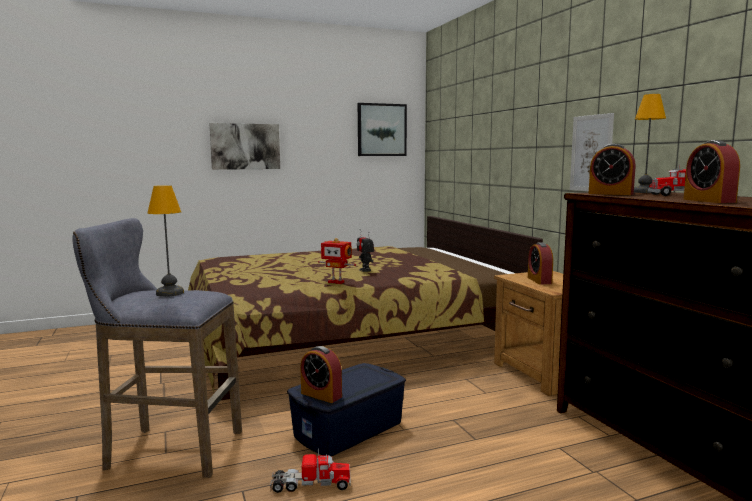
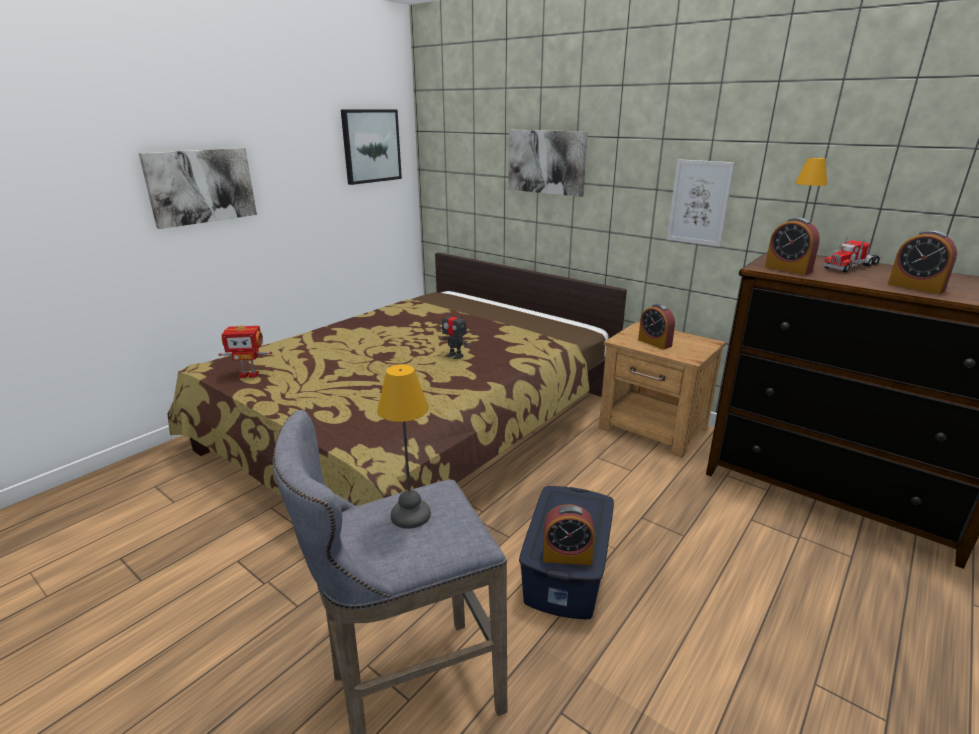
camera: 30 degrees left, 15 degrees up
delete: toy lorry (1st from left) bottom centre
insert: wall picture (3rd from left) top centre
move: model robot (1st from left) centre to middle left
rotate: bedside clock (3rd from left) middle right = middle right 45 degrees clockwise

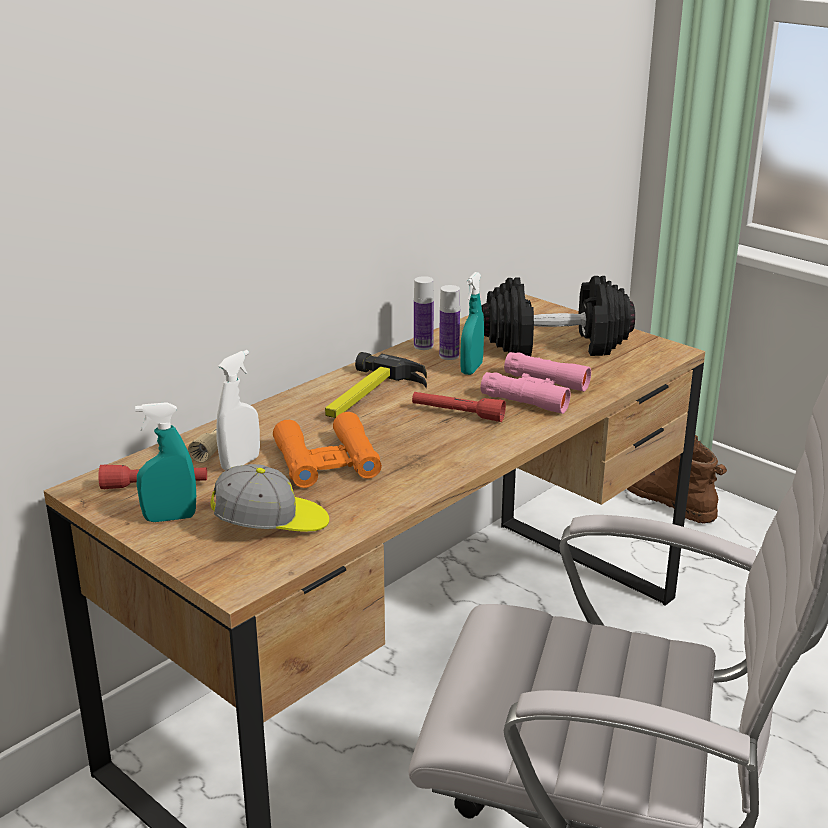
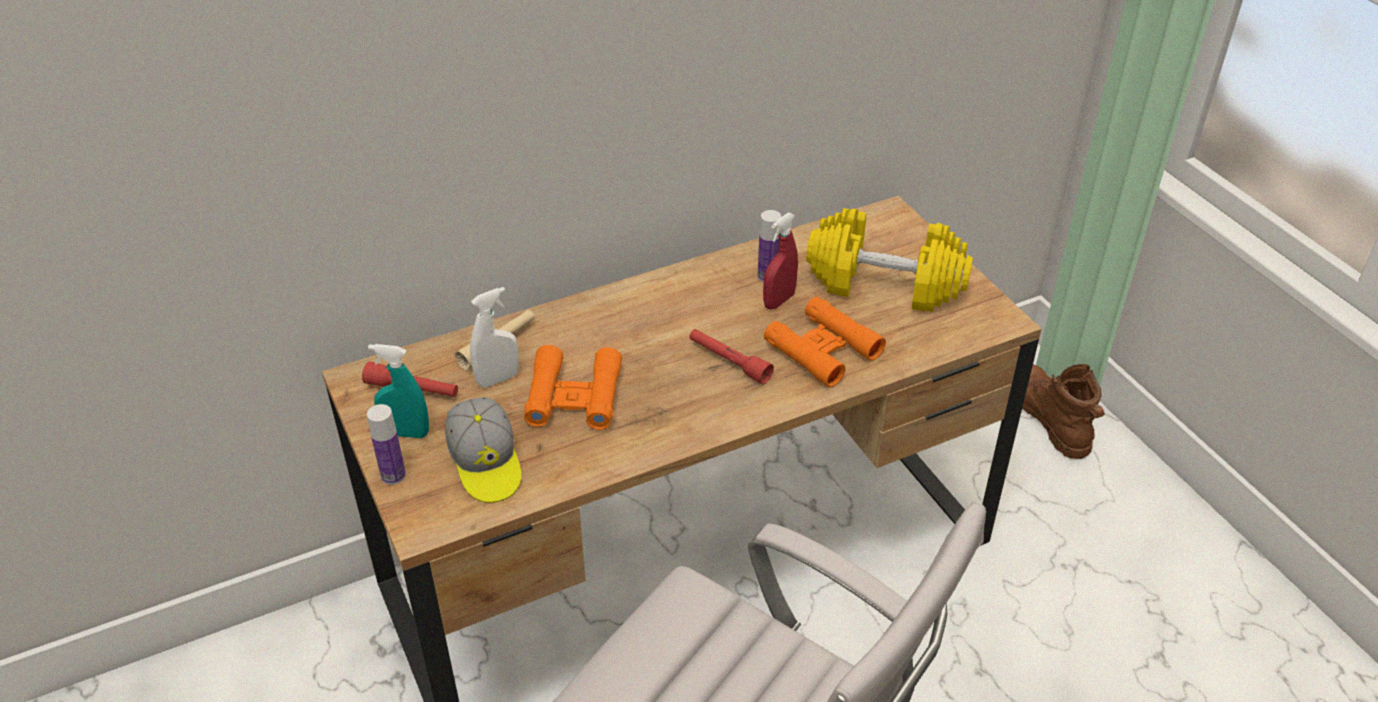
camera: 20 degrees right, 15 degrees up
delete: tool hammer centre
move: beverage bottle (1st from left) centre to middle left
recolor: hand sprayer/turquoise-coloured (2nd from left) centre to hand sprayer/red-coloured centre; dumbbell/black middle right to dumbbell/yellow-coloured centre; pair of binoculars/pinkish centre to pair of binoculars/orangey (2nd from left) centre
rotate: peaked cap middle left = centre 60 degrees clockwise

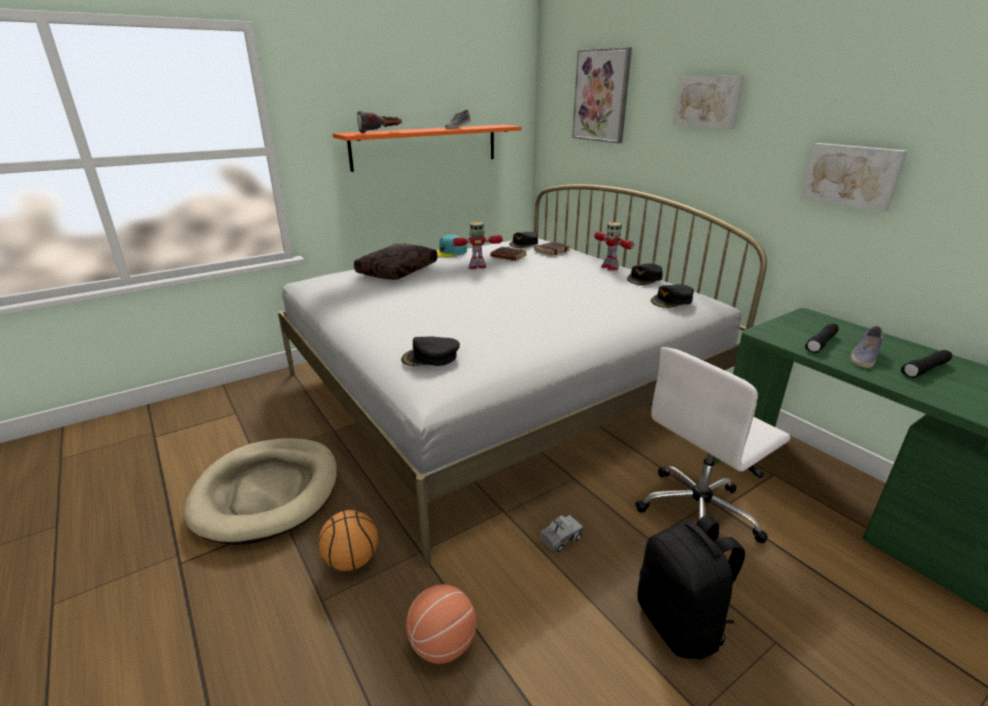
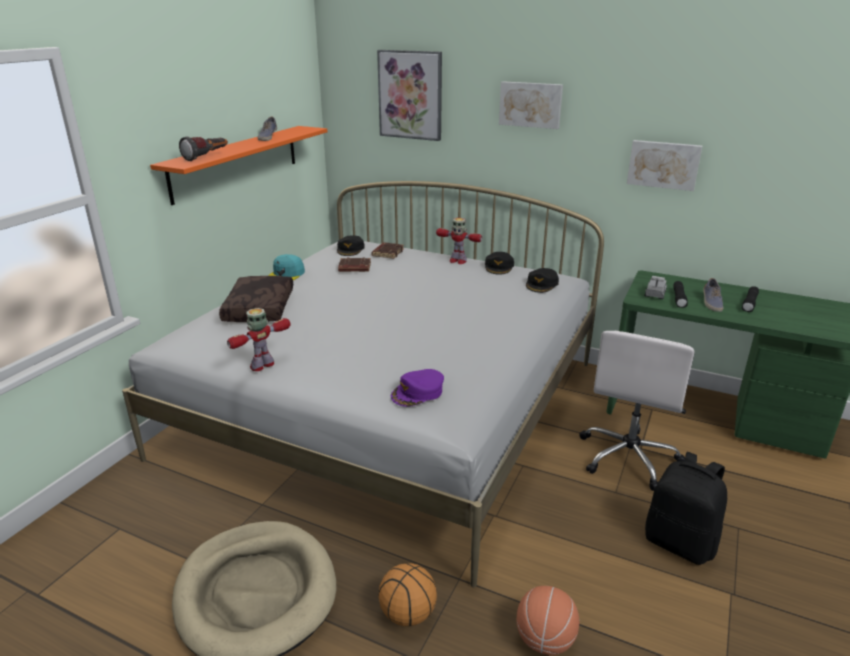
camera: 30 degrees left, 0 degrees up
move: model robot (1st from left) centre to middle left; toy lorry bottom centre to middle right
recolor: peaked cap/black (1st from left) centre to peaked cap/purplish centre

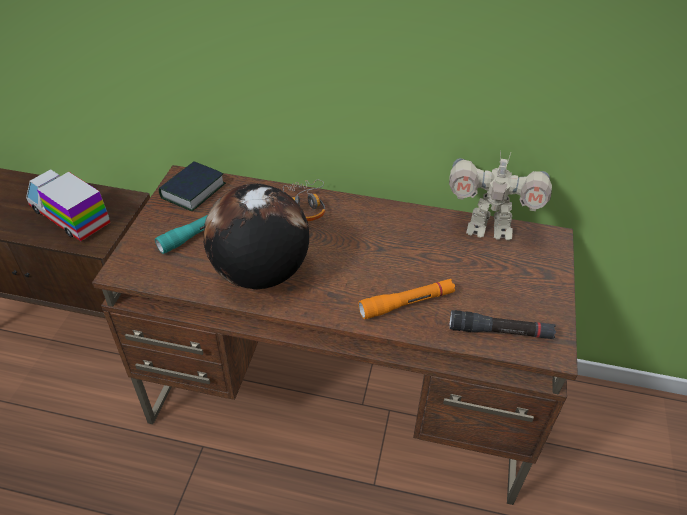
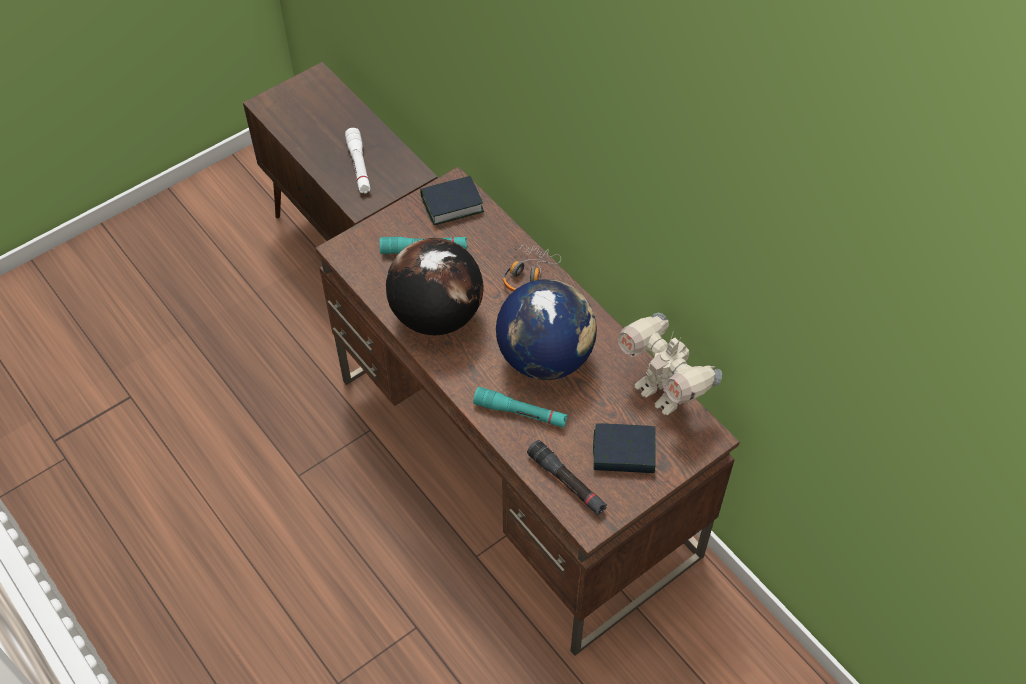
camera: 40 degrees right, 10 degrees up
insert: globe (2nd from left) centre; volume (2nd from left) centre
replace: toy lorry middle left to hand torch/whitish top centre
recolor: hand torch/orangey centre to hand torch/turquoise-coloured (2nd from left) centre

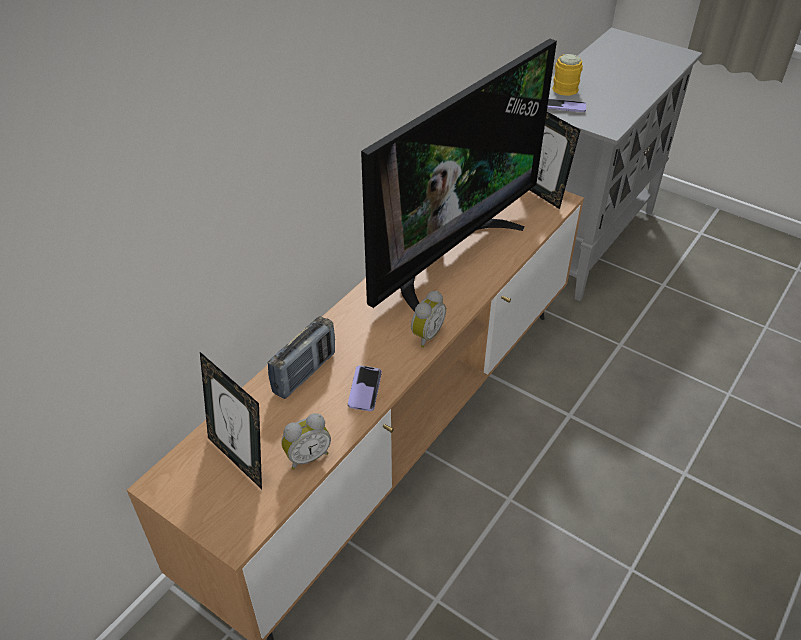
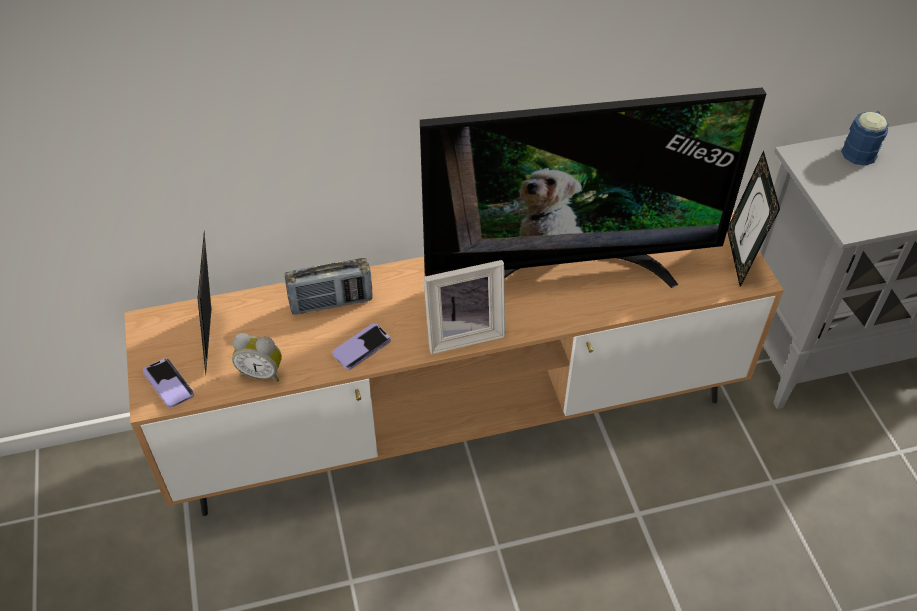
camera: 40 degrees right, 5 degrees up
move: phone (2nd from left in the first image) top right to phone (1st from left) middle left
replace: bedside clock (2nd from left) centre to photo frame (2nd from left) centre
recolor: mug/yellow-coloured top right to mug/blue-coloured top right

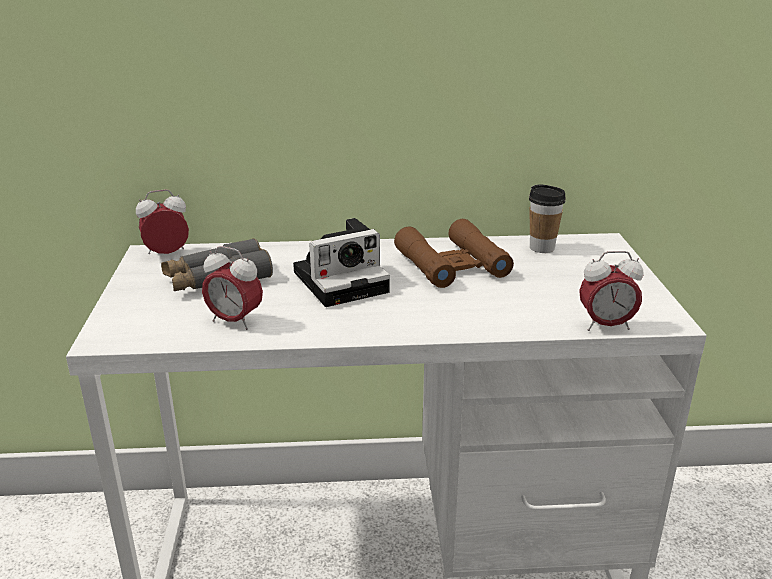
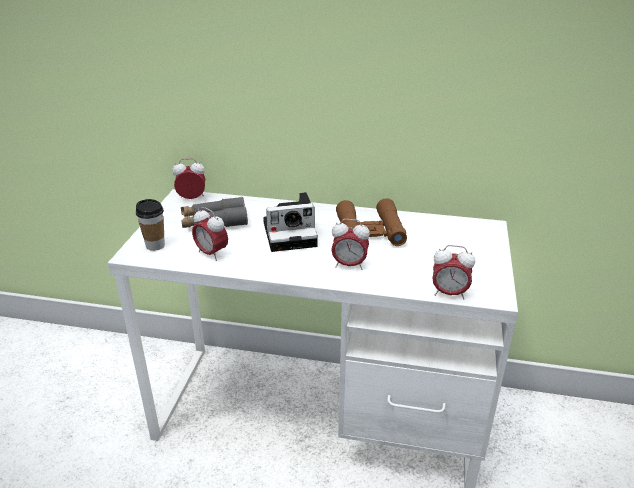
camera: 15 degrees right, 5 degrees up
insert: bedside clock (3rd from left) centre
move: small cup middle right to middle left

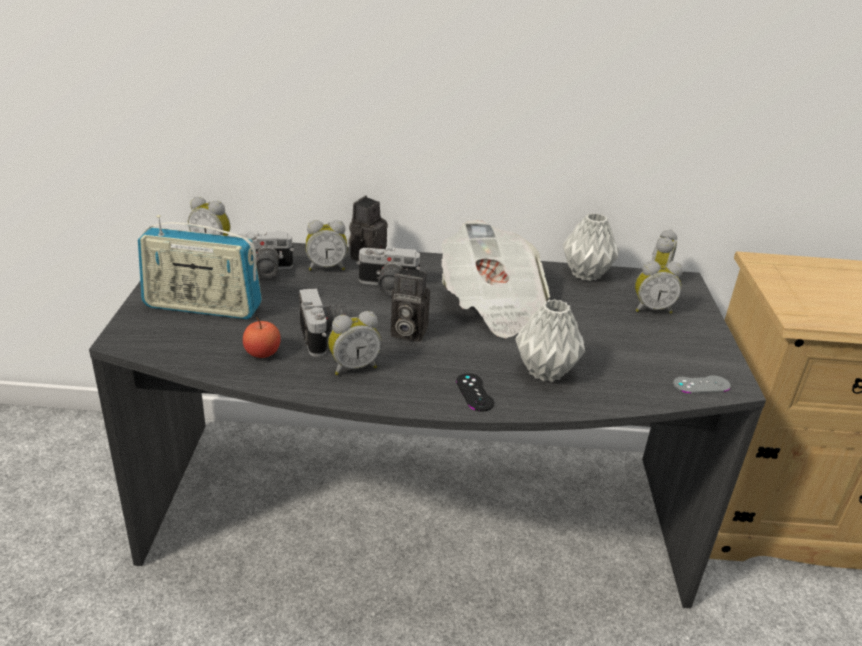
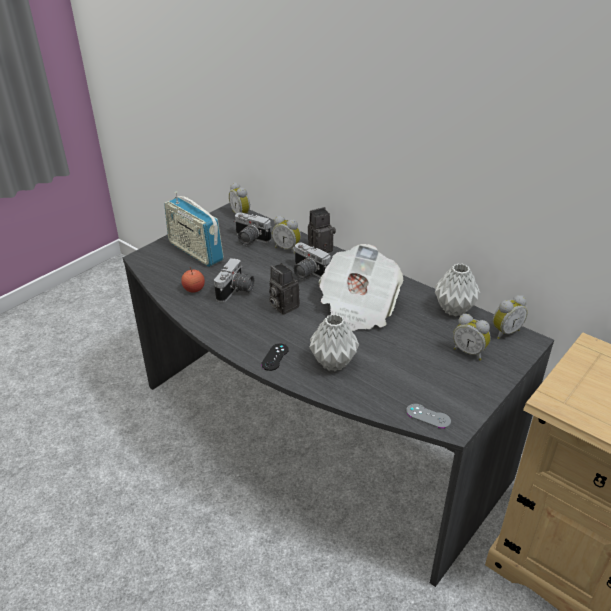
camera: 40 degrees right, 5 degrees up
delete: bedside clock (3rd from left) centre

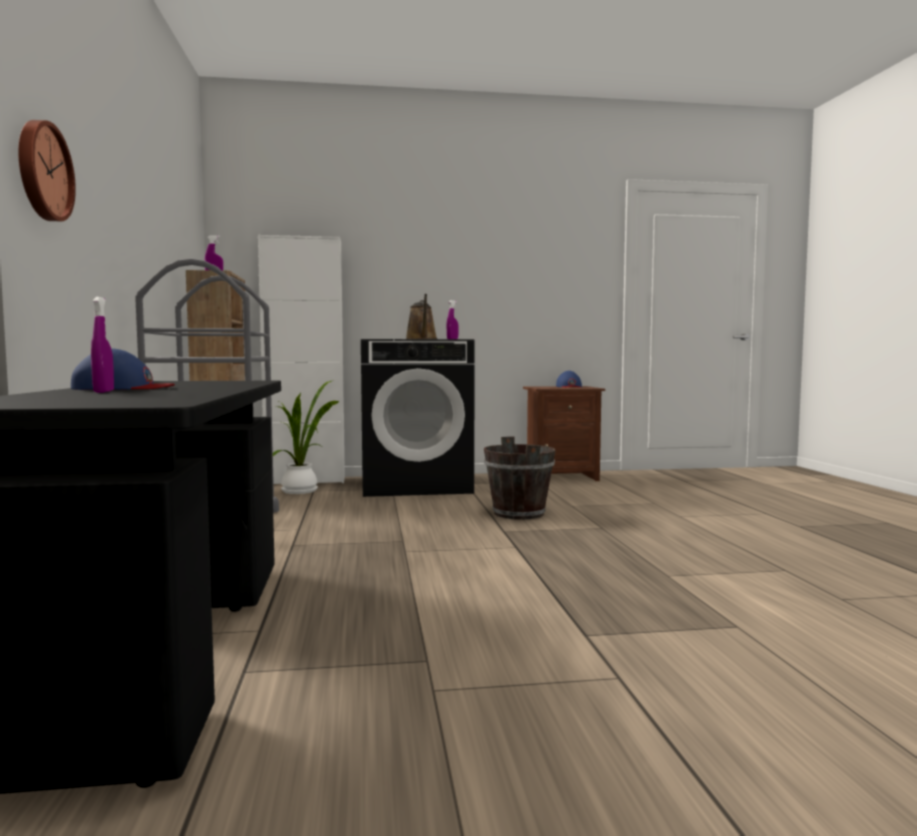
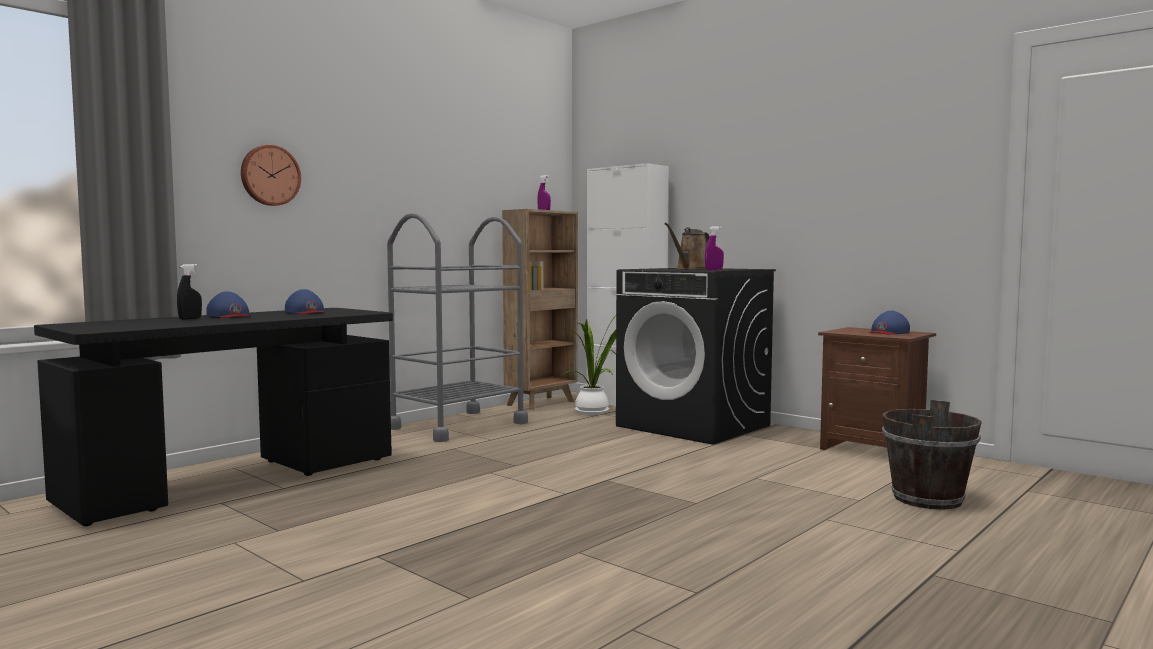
camera: 50 degrees right, 0 degrees up
insert: peaked cap/blue-coloured (2nd from left) middle left
move: bucket/brownish centre to bottom right
recolor: hand sprayer/purplish (1st from left) middle left to hand sprayer/black middle left

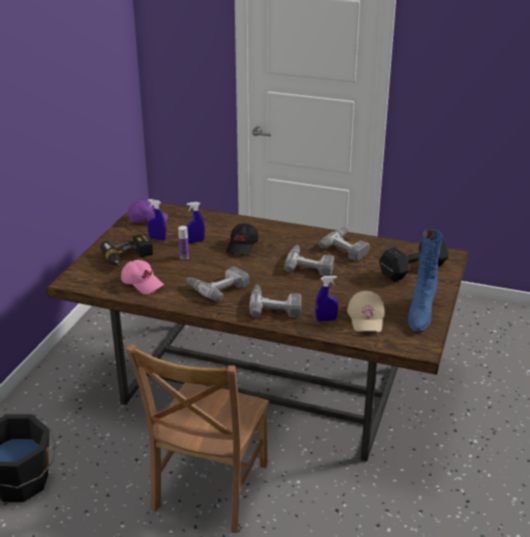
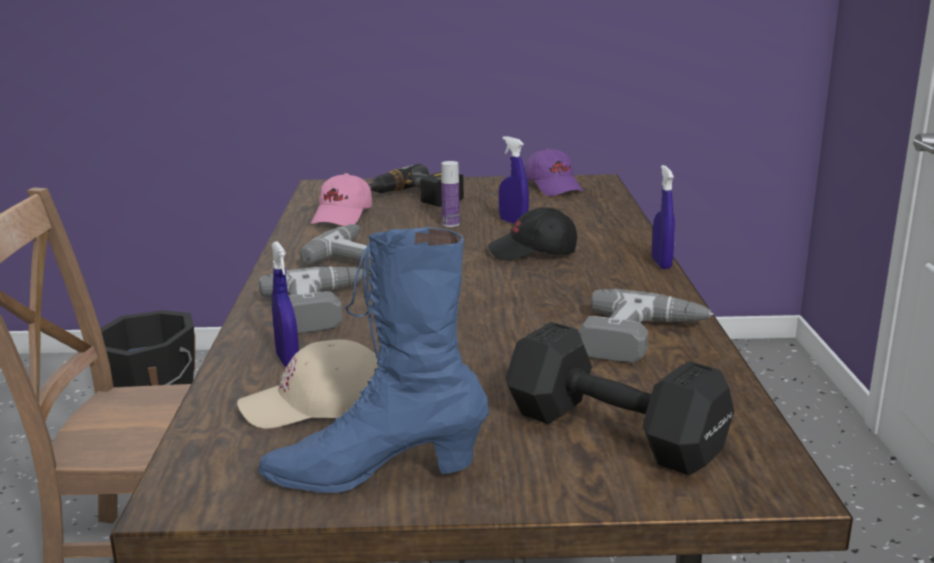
camera: 70 degrees right, 10 degrees down
delete: electric drill (4th from left) centre
move: hand sprayer/blue-coloured (1st from left in the first image) middle left to hand sprayer/blue-coloured (3rd from left) middle right

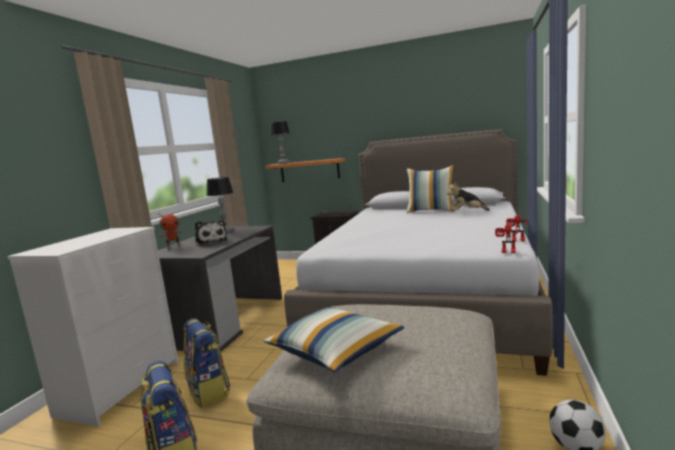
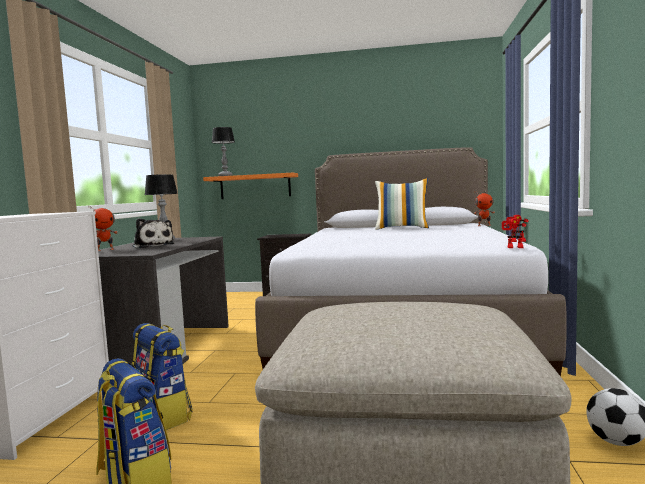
camera: 10 degrees left, 5 degrees down
delete: pillow (1st from left) bottom centre; cuddly toy (2nd from left) middle right
insert: model robot (2nd from left) middle right

